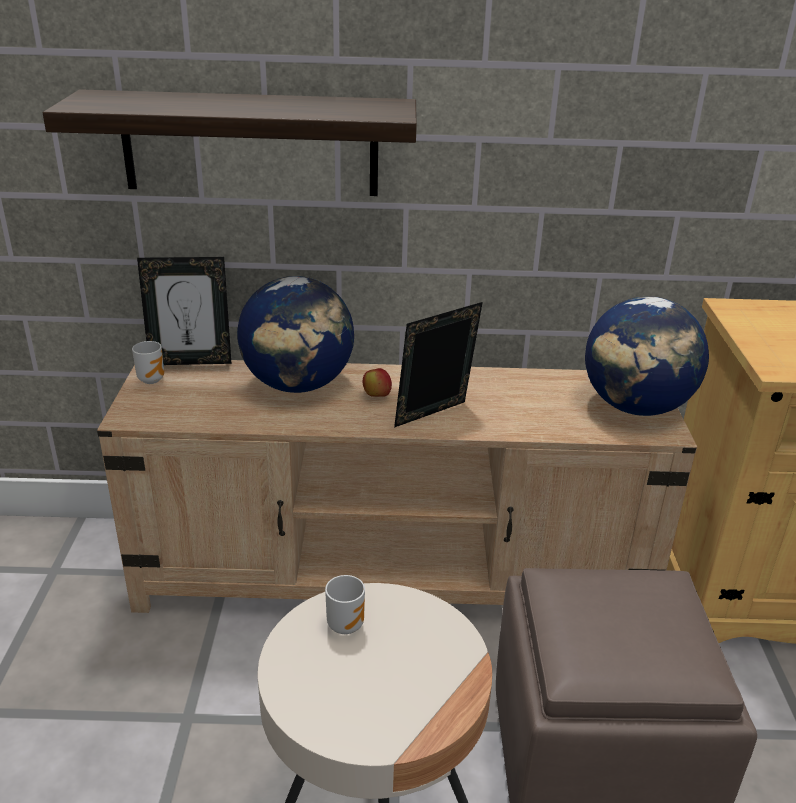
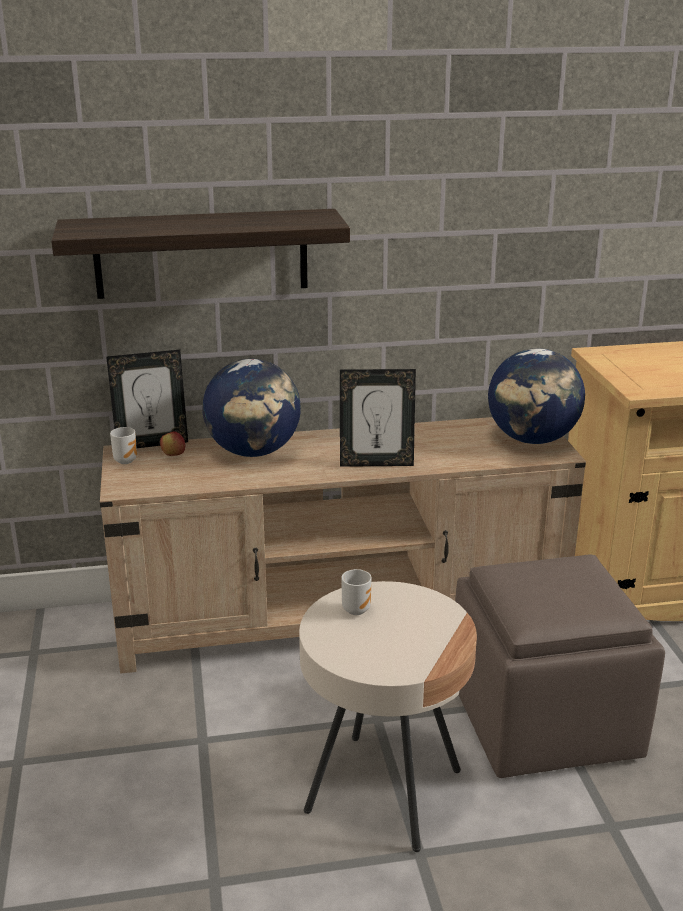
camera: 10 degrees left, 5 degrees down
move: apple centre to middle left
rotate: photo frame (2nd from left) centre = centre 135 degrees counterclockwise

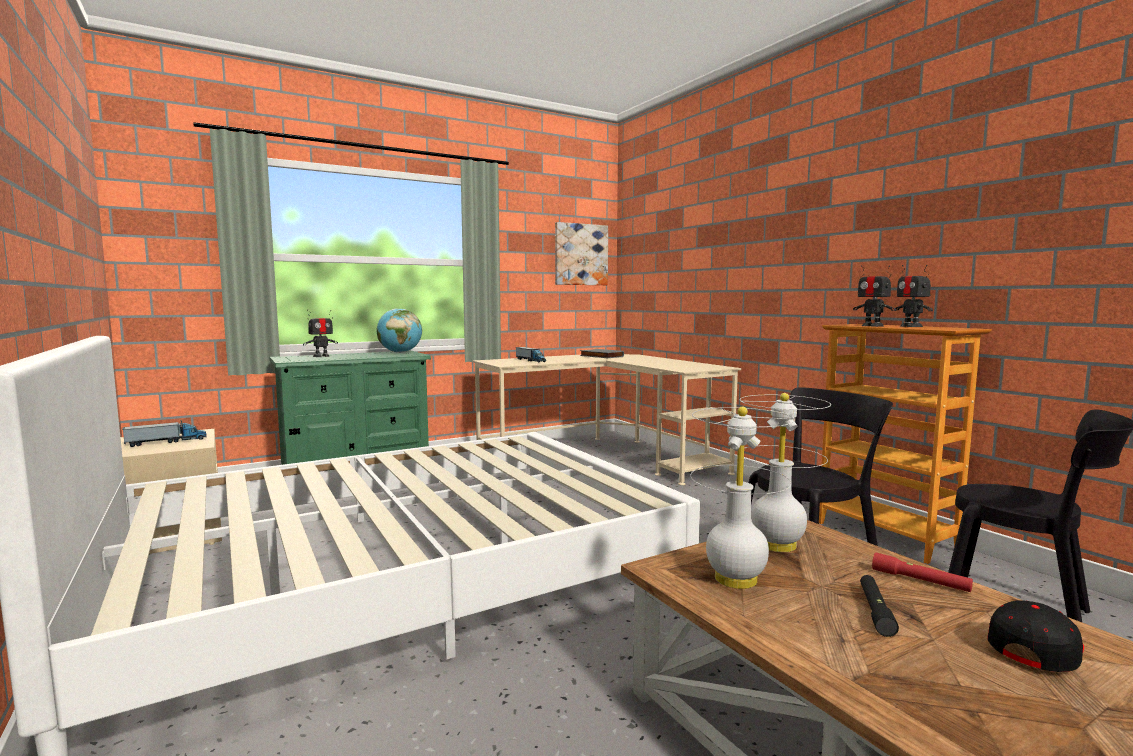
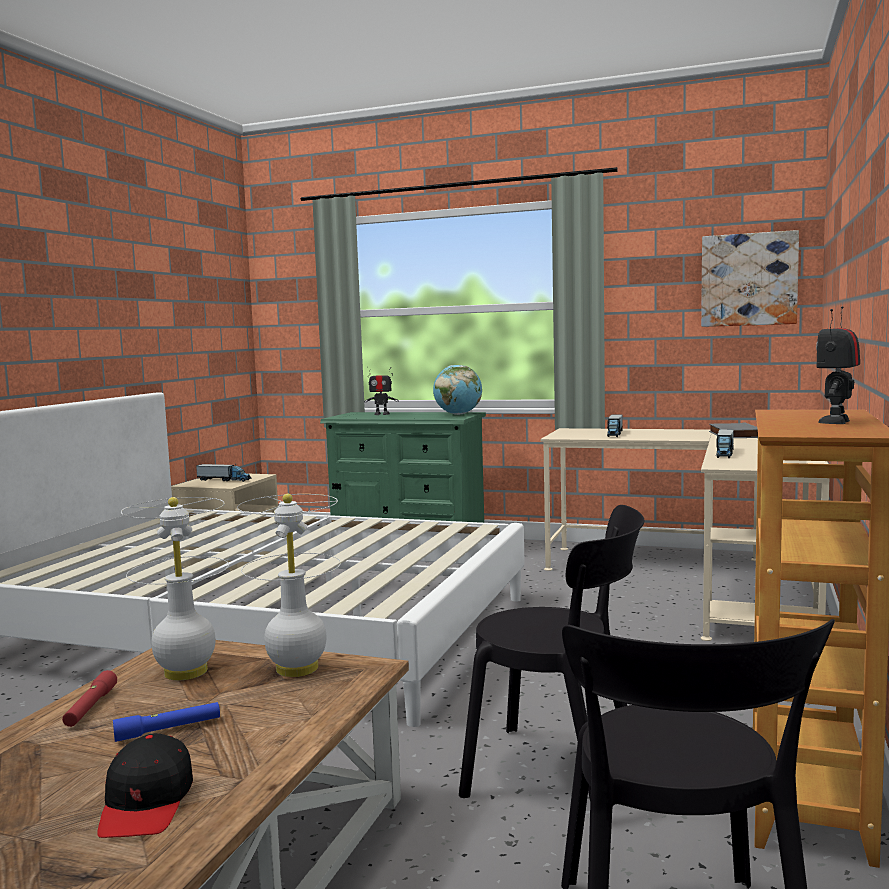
camera: 50 degrees right, 0 degrees up
delete: model robot (2nd from left) middle right
insert: toy lorry (3rd from left) middle right
move: hand torch/red-coloured bottom right to bottom left
recolor: hand torch/black bottom right to hand torch/blue-coloured bottom left
rotate: peaked cap/black bottom right = bottom left 75 degrees clockwise

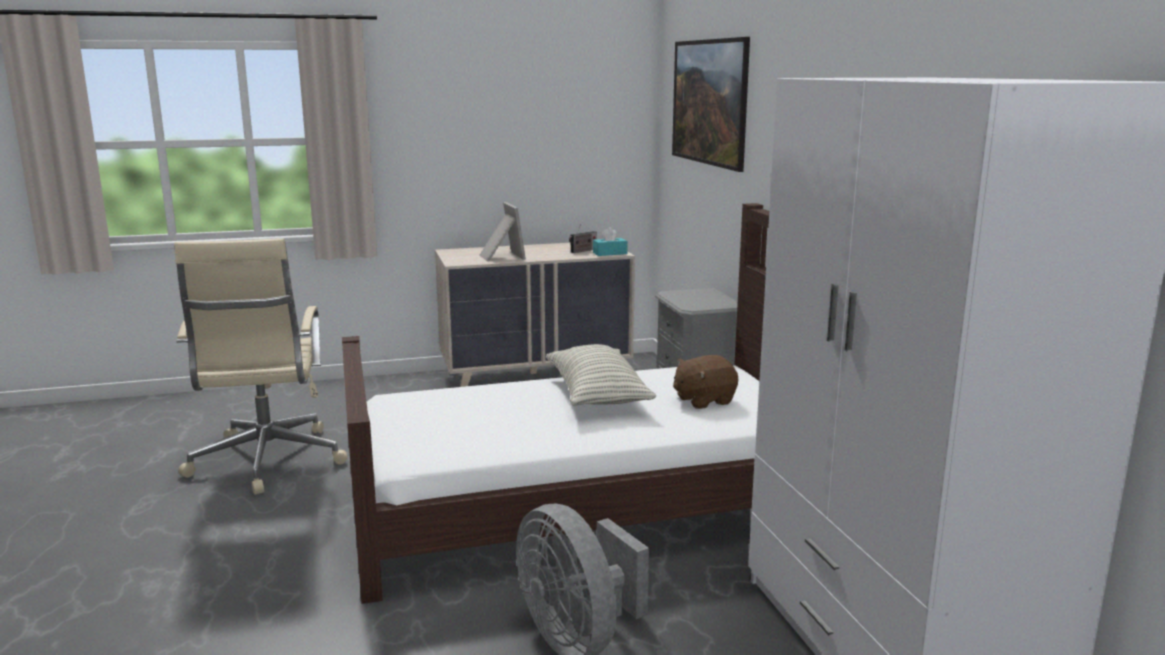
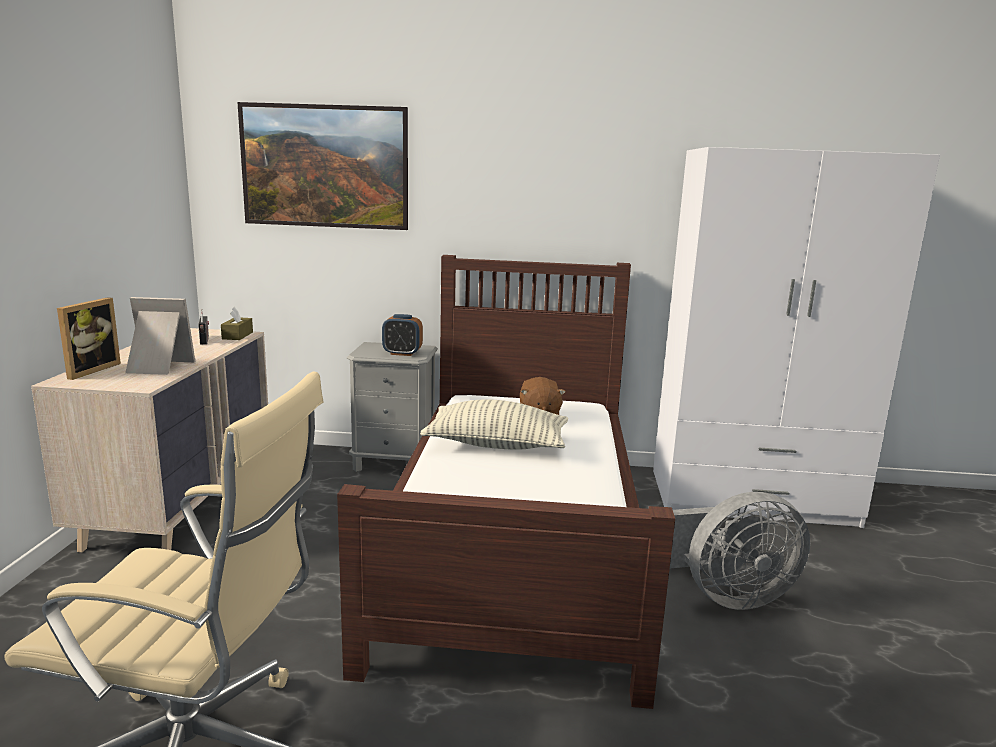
camera: 70 degrees left, 0 degrees up
insert: photo frame (1st from left) middle left; bedside clock centre
recolor: box of tissues/turquoise-coloured centre to box of tissues/brownish middle left

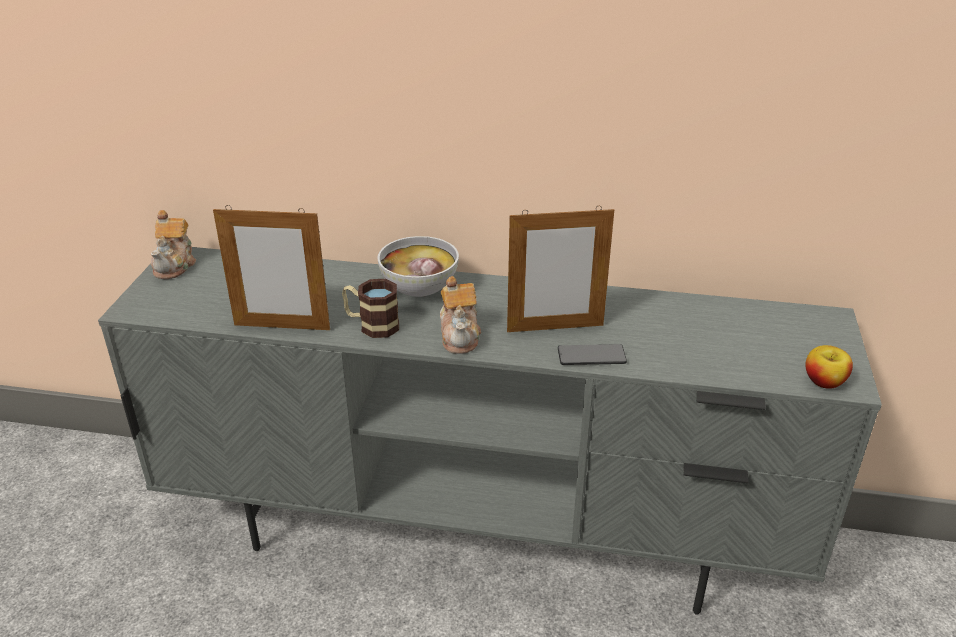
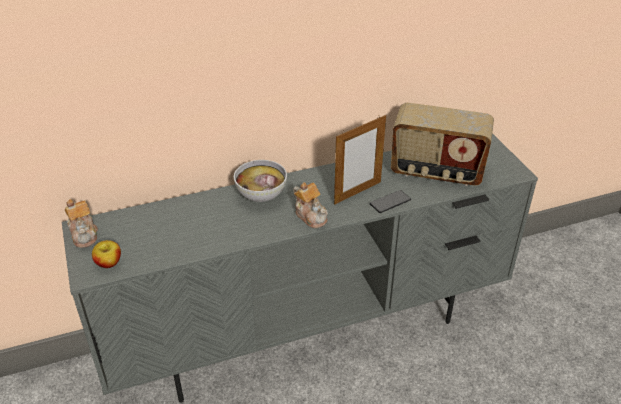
camera: 30 degrees left, 5 degrees up
delete: photo frame (1st from left) middle left; mug centre
insert: radio receiver middle right
move: apple middle right to middle left

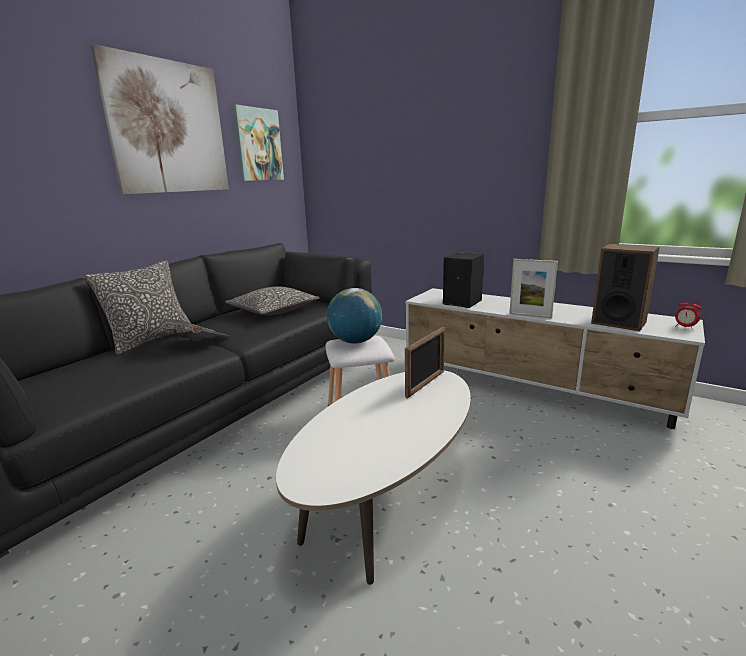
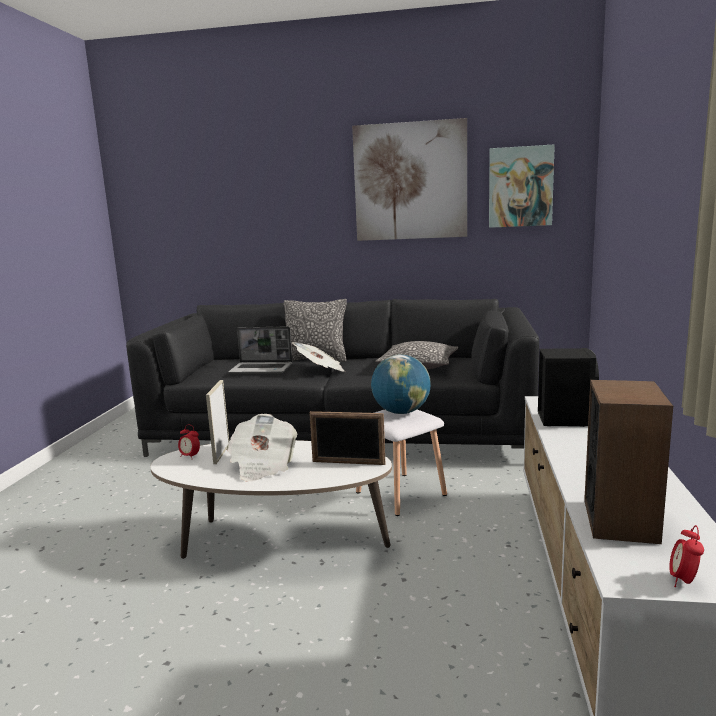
camera: 65 degrees right, 5 degrees down
insert: bedside clock (1st from left) middle left; newspaper (1st from left) centre; notebook computer centre
move: photo frame (2nd from left in the first image) middle right to photo frame (1st from left) middle left

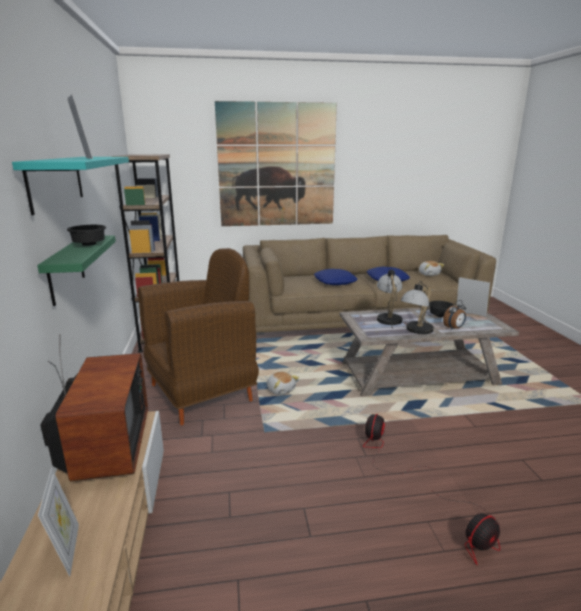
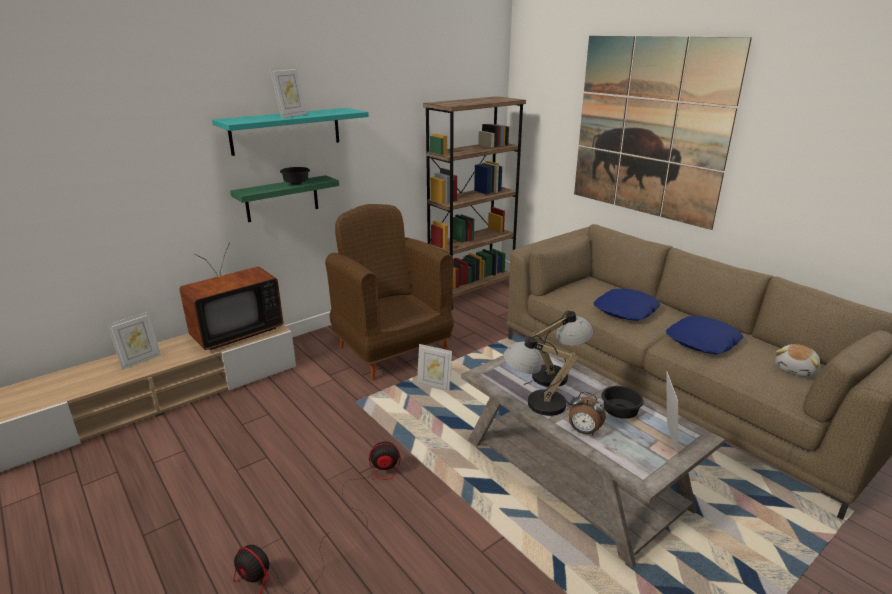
camera: 60 degrees right, 5 degrees up
replace: cuddly toy (1st from left) centre to photo frame (3rd from left) centre
rotate: lounge chair/brownish centre = centre 150 degrees counterclockwise

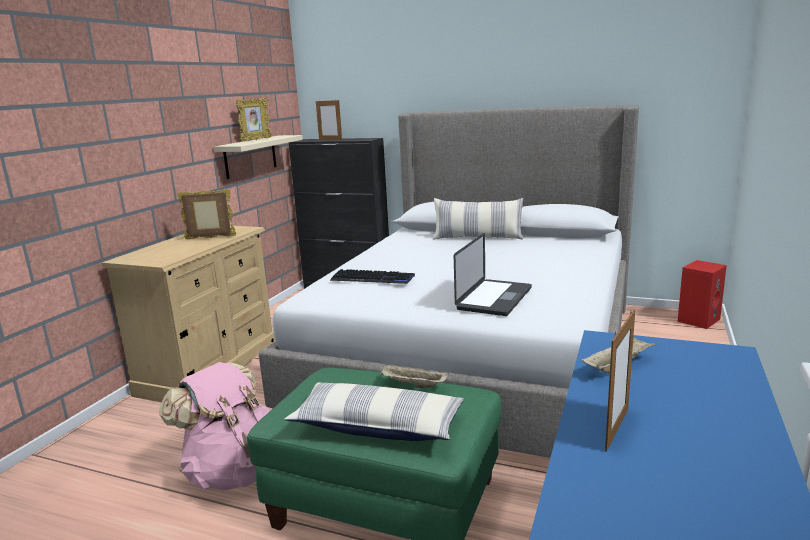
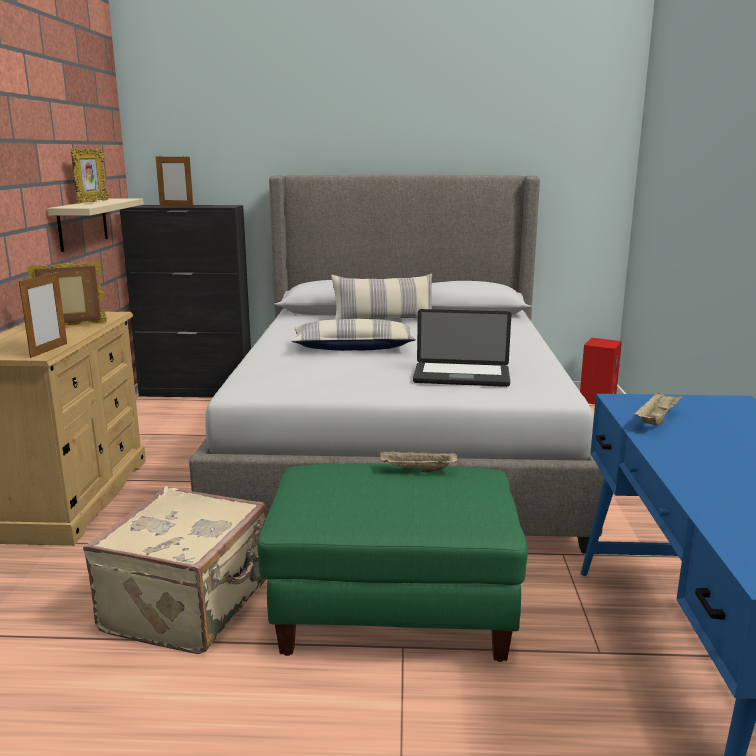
camera: 20 degrees left, 0 degrees up
delete: computer keyboard centre
move: pillow (1st from left) bottom centre to centre; photo frame (4th from left in the first image) bottom right to photo frame (1st from left) middle left
replace: knapsack/pinkish bottom left to piece of luggage/sand-coloured bottom left
rotate: notebook computer centre = centre 90 degrees clockwise

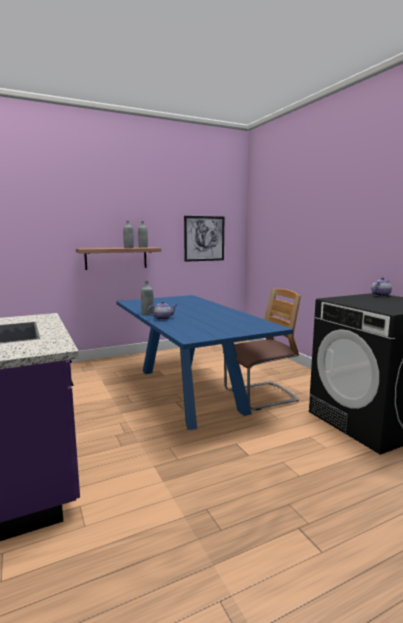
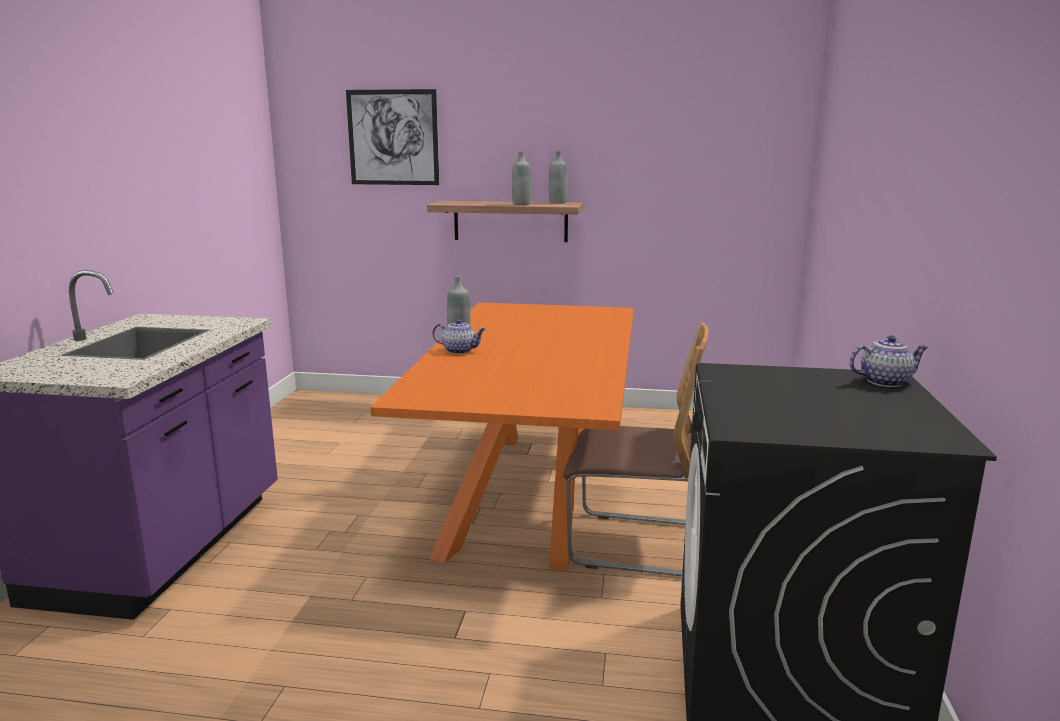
camera: 35 degrees right, 5 degrees up
move: wall picture centre to top centre
recolor: dining table/blue-coloured centre to dining table/orangey centre

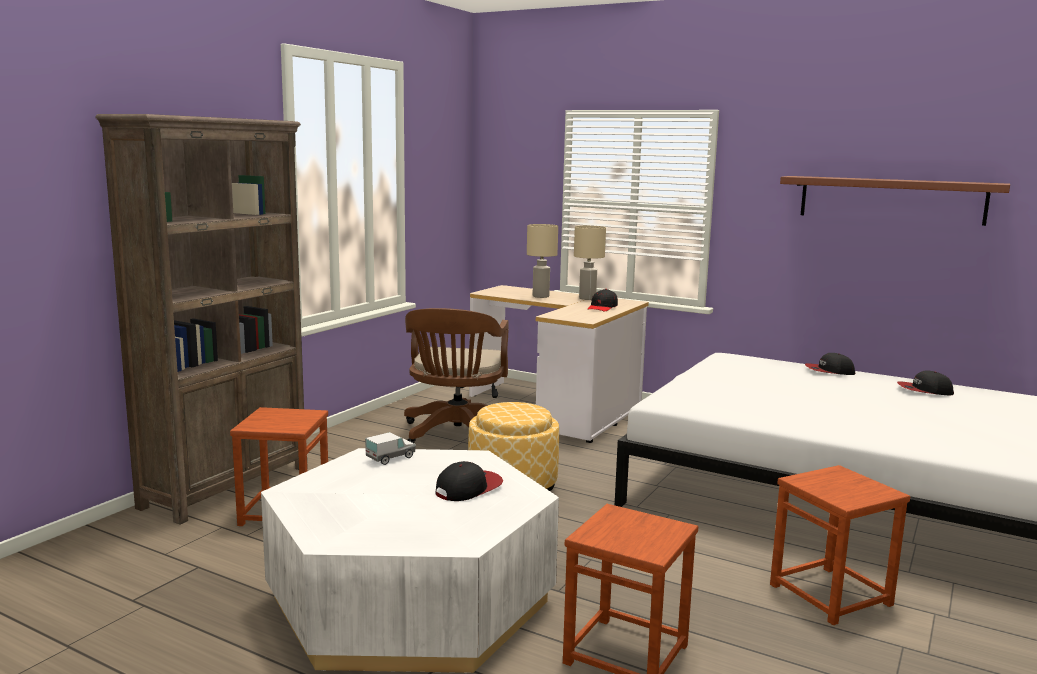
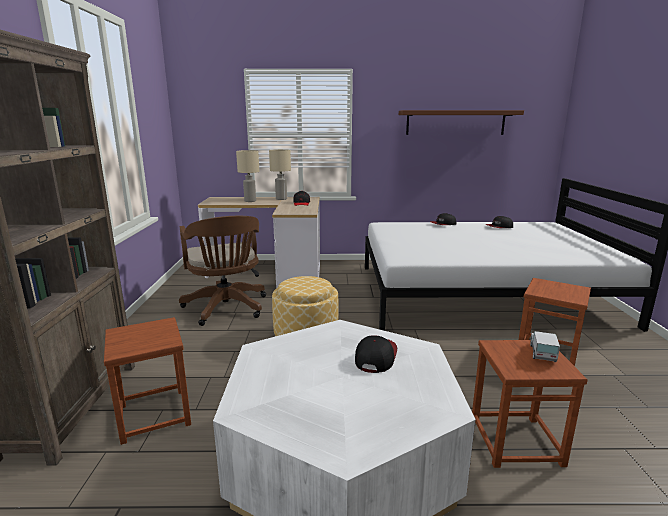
camera: 30 degrees left, 5 degrees up
move: toy lorry centre to bottom right

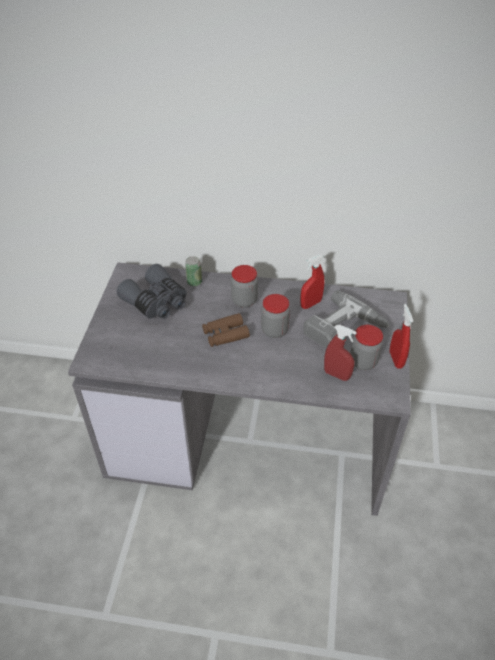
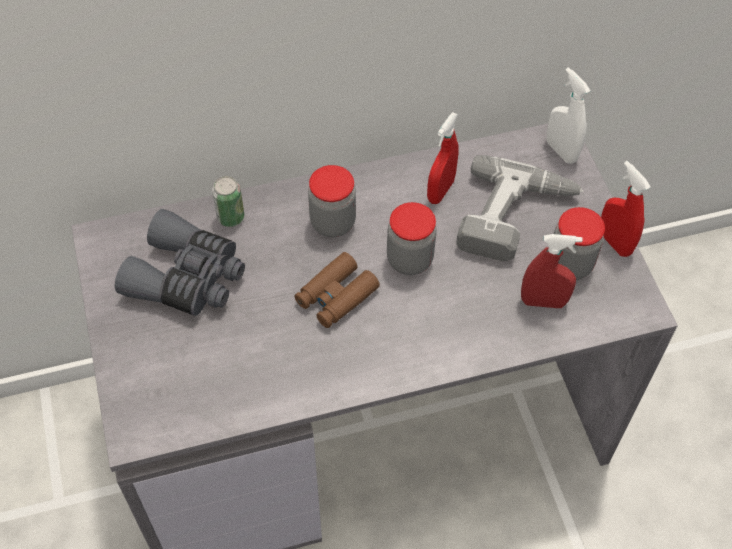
camera: 25 degrees left, 10 degrees up
insert: hand sprayer/whitish top right

